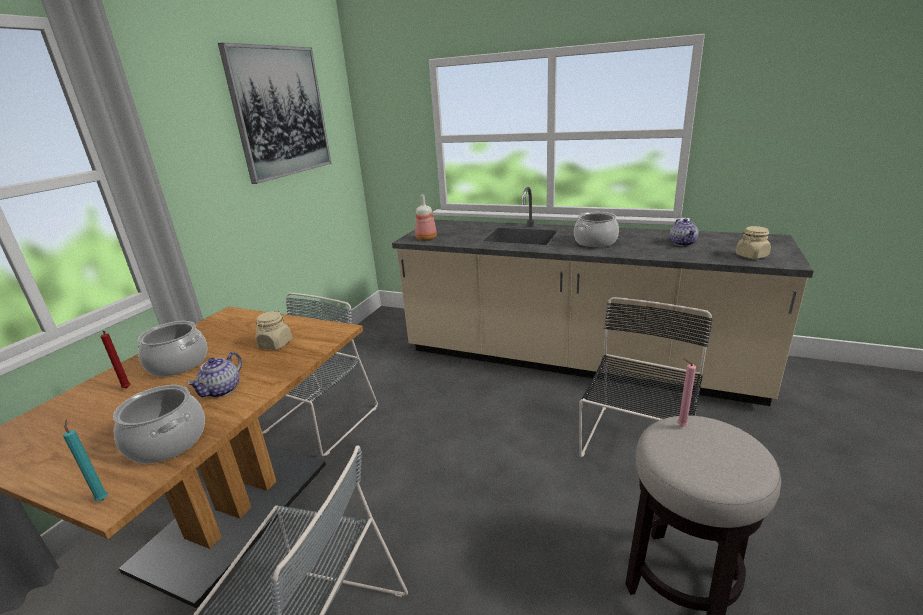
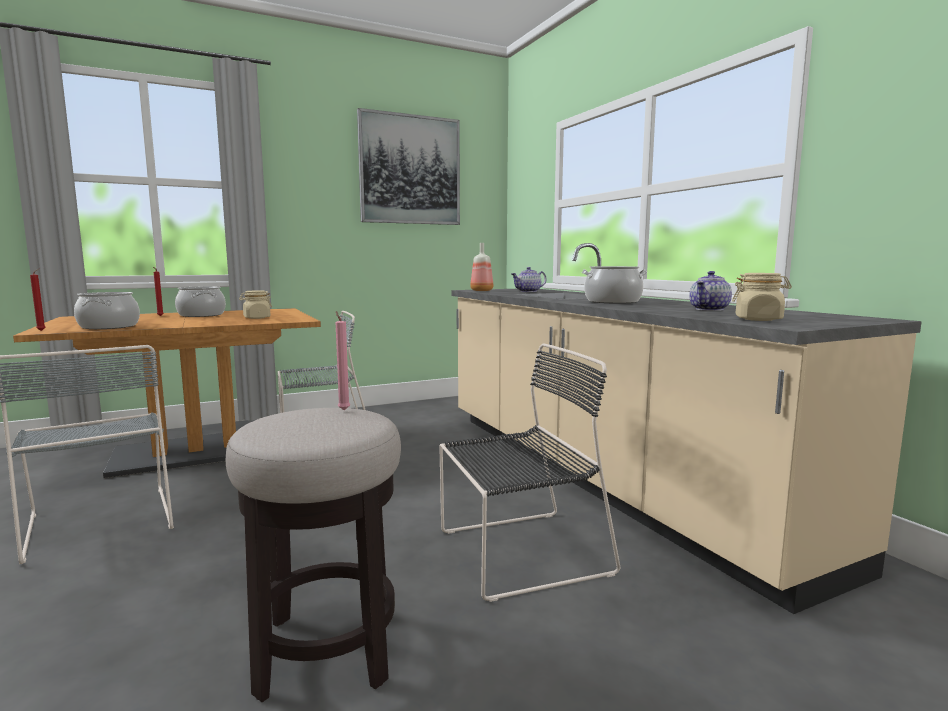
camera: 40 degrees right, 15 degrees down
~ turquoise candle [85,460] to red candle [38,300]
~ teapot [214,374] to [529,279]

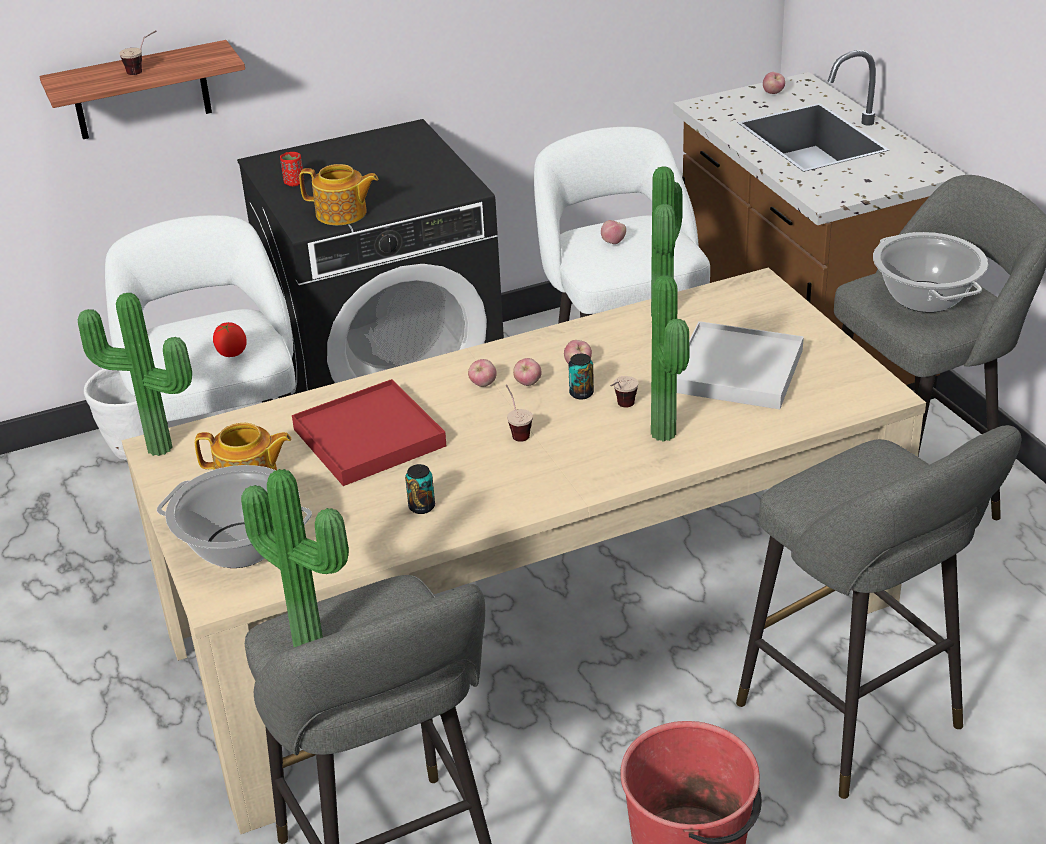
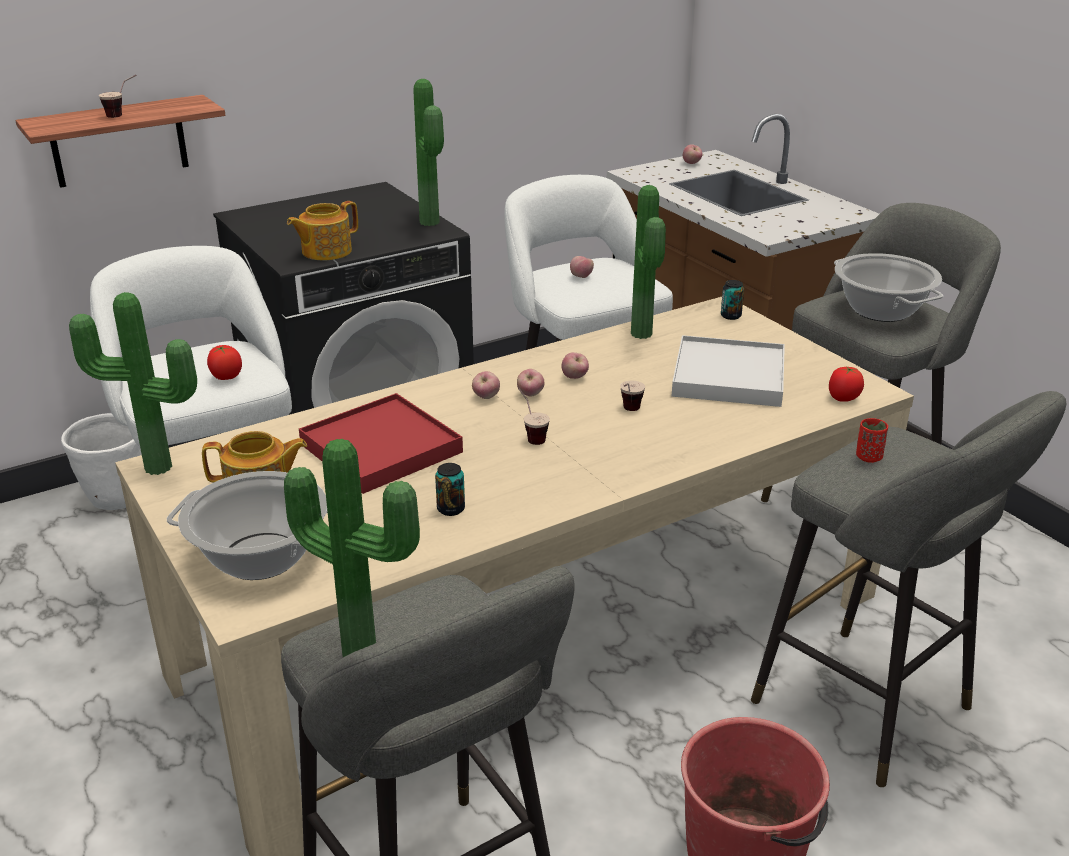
camera: 10 degrees left, 5 degrees down
~ teapot [338,194] = [322,230] 135 degrees clockwise
~ potted plant [670,358] to [428,152]
~ can [581,376] to [732,300]
+ tomato [846,384]
~ red cup [292,169] to [872,440]

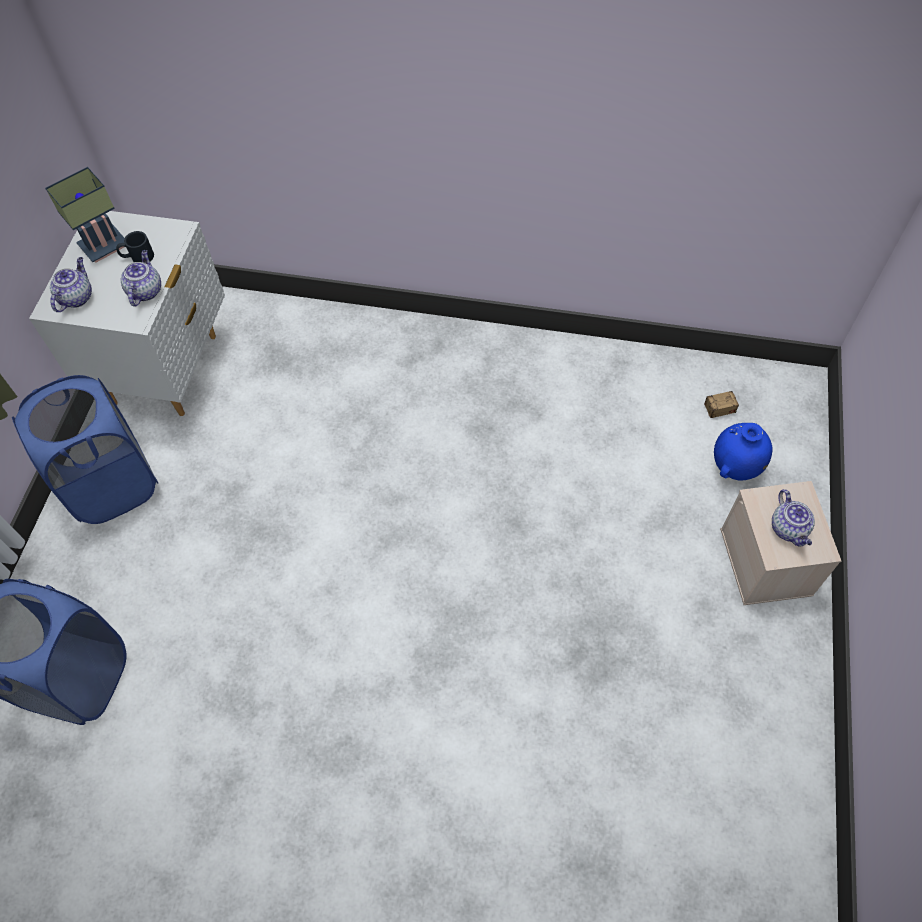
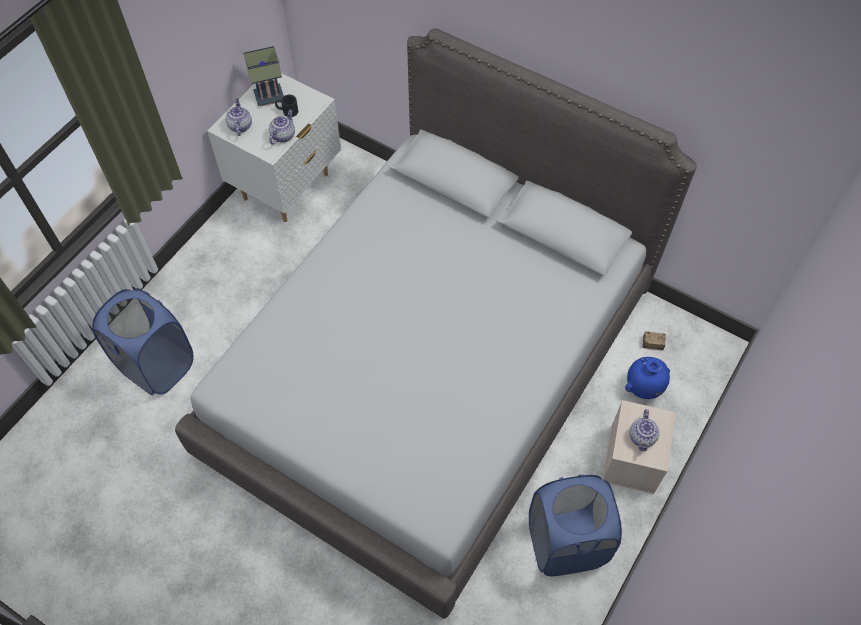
camera: 20 degrees right, 0 degrees up
+ grey bed [436,323]
~ teapot [71,284] = [239,117] 45 degrees counterclockwise
~ blue laundry basket [85,449] to [575,525]

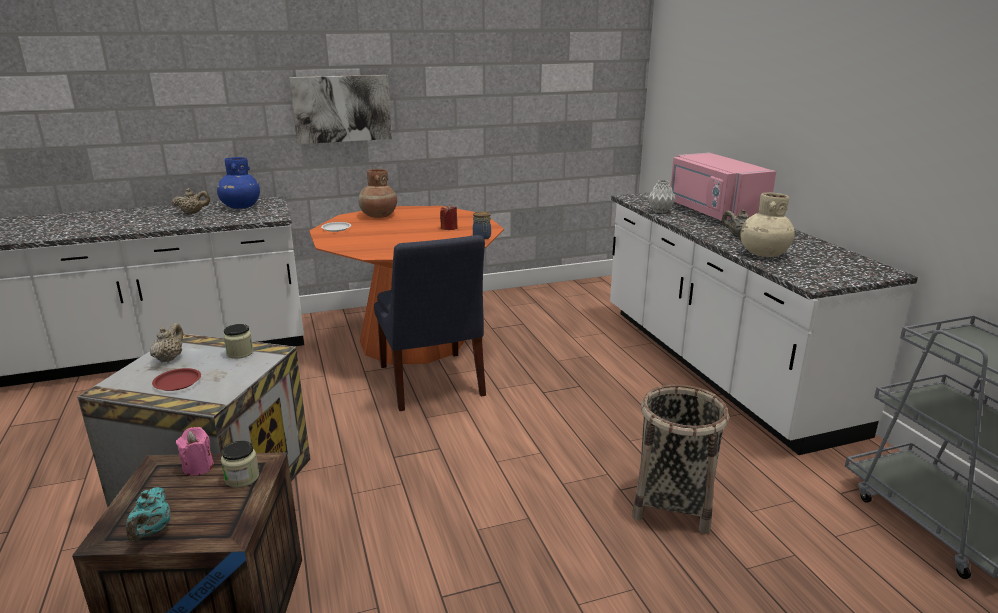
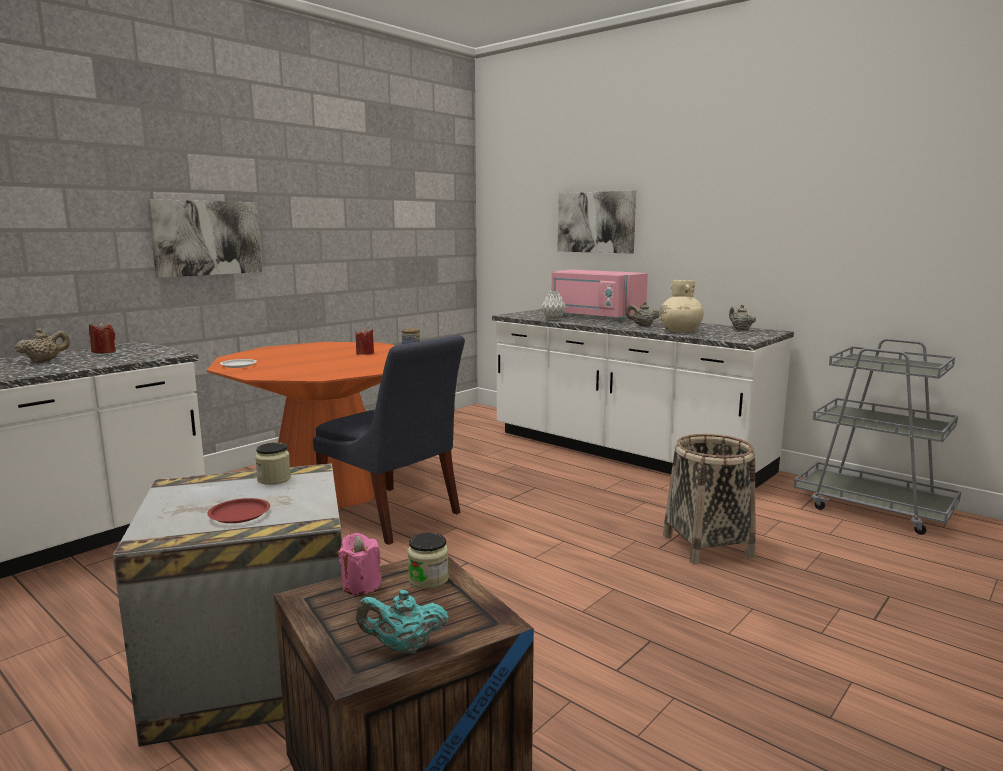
camera: 30 degrees left, 10 degrees down
~ blue vase [238,183] to red candle [102,337]
~ turquoise teapot [148,514] = [402,621] 120 degrees clockwise
+ picture [596,222]
~ beige teapot [166,342] to [742,317]
- brown vase [377,193]

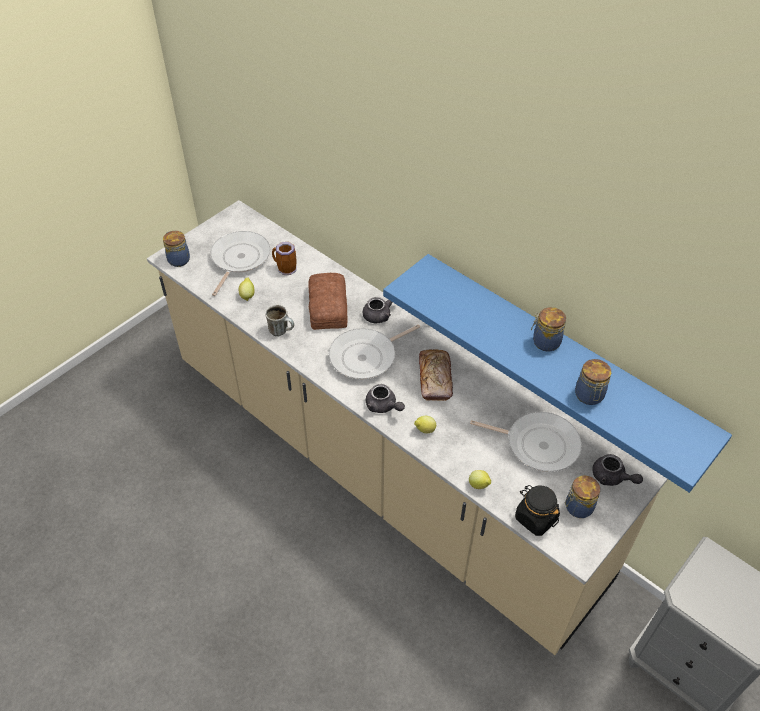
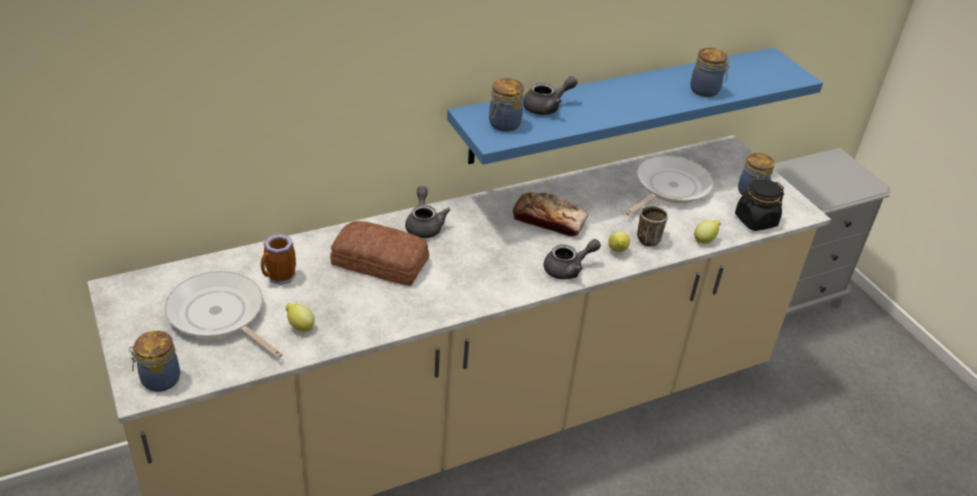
camera: 70 degrees left, 10 degrees down
~ jar [548,329] to [506,105]
~ grey teapot [617,470] to [550,95]
~ mug [279,320] to [652,226]
- frying pan [374,351]

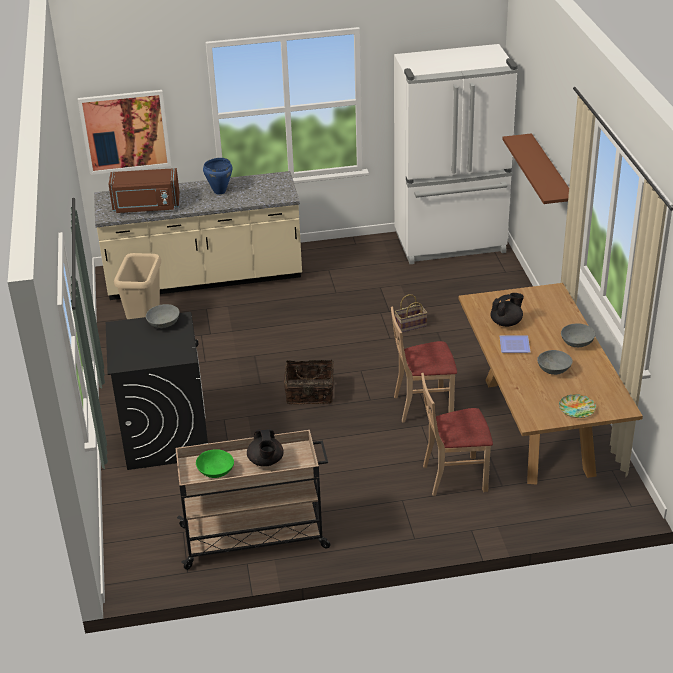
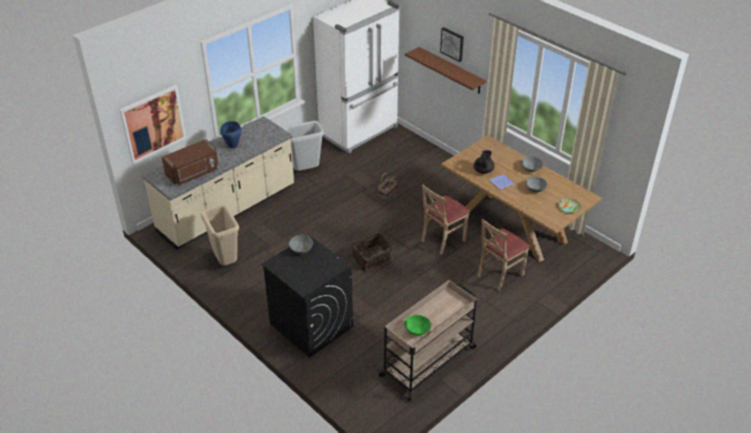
camera: 35 degrees left, 5 degrees up
+ grey trash can [304,146]
+ picture [452,44]
- black teapot [265,448]

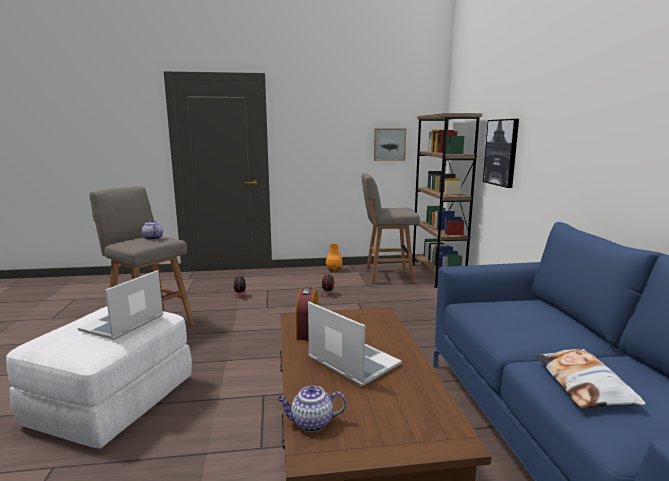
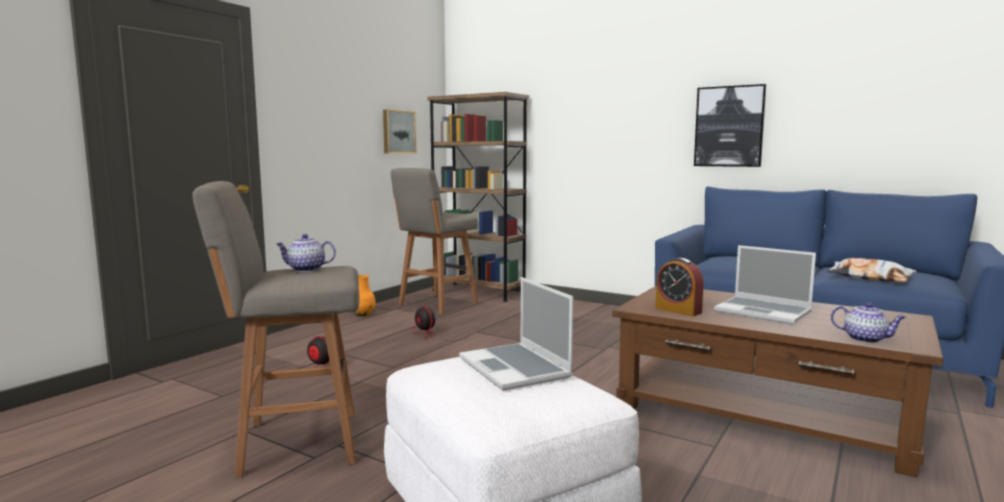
camera: 50 degrees left, 5 degrees down
~ picture [501,153] to [730,125]
~ laptop [355,344] = [765,285] 135 degrees counterclockwise
~ teapot [311,409] = [868,322] 90 degrees counterclockwise

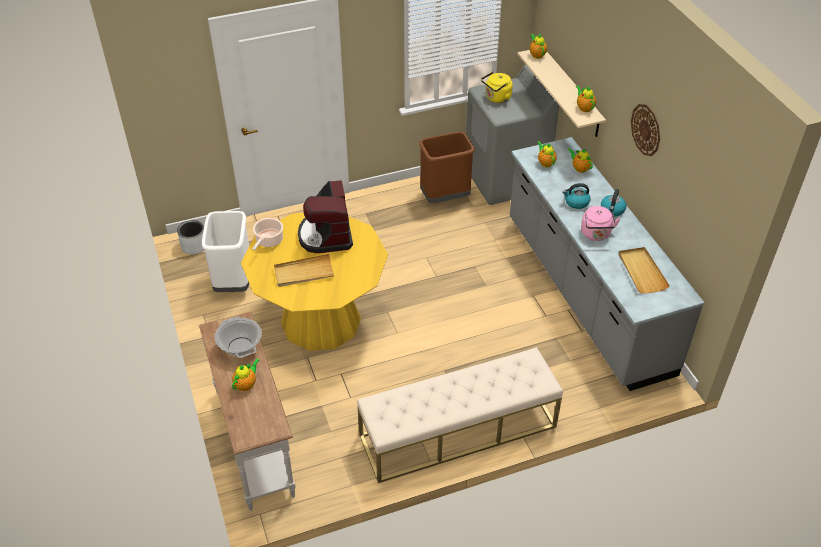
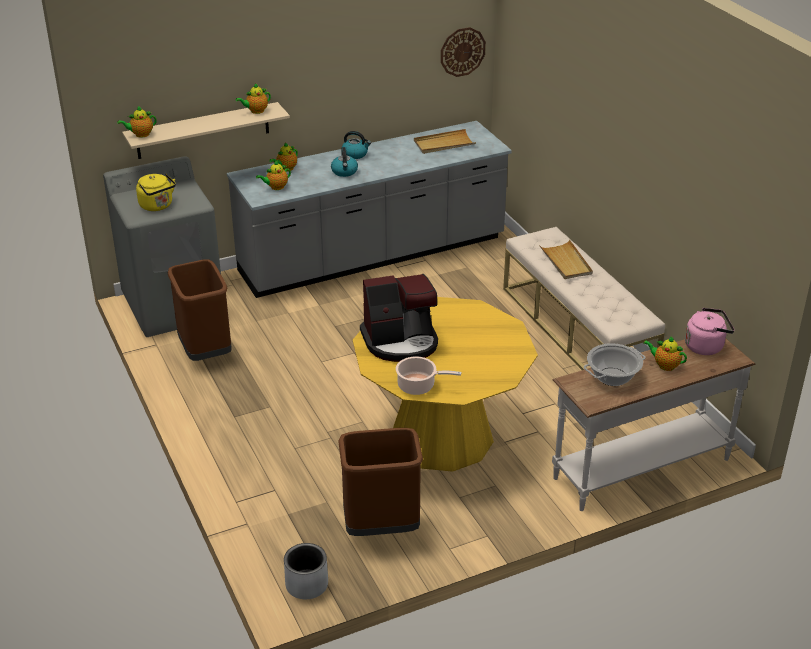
camera: 95 degrees left, 10 degrees down
~ white trash can [225,251] to brown trash can [380,482]
~ wall clock [645,130] to [463,52]
~ beige tray [304,270] to [566,259]
~ pink kettle [600,223] to [710,331]

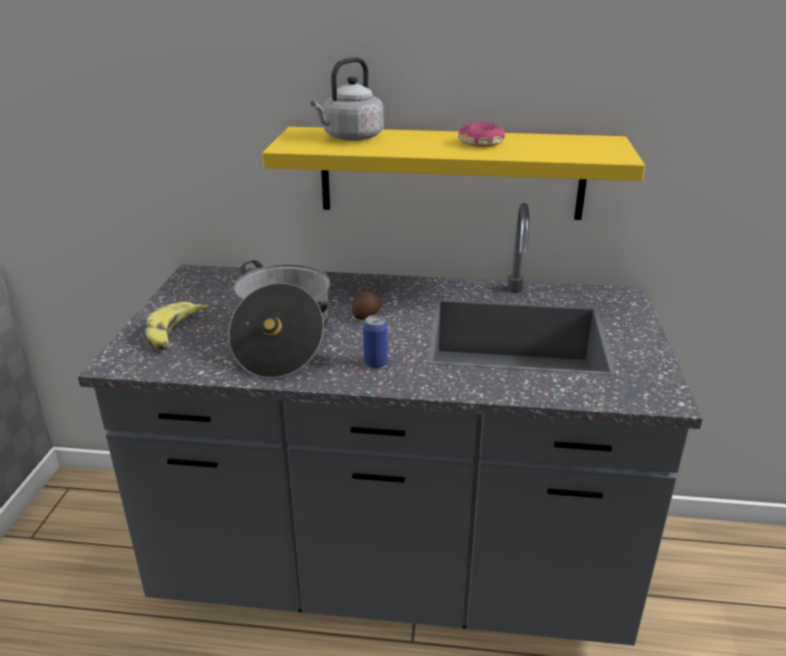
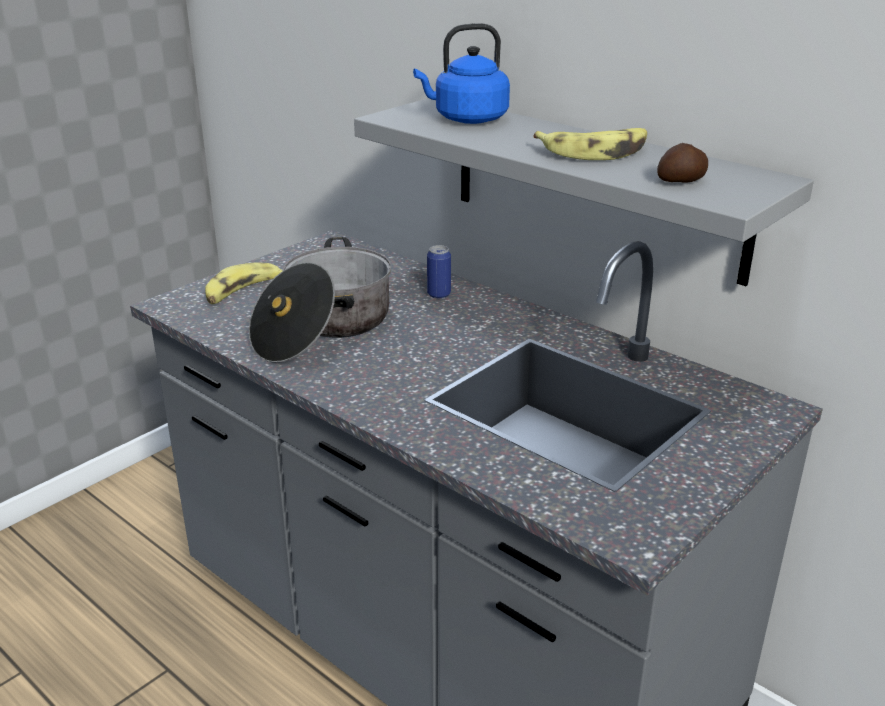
camera: 35 degrees right, 0 degrees up
~ yellow shelf [453,173] to grey shelf [584,192]
~ grey kettle [347,99] to blue kettle [461,73]
~ can [375,341] to [439,272]
~ donut [482,134] to banana [590,144]
~ potato [366,306] to [682,163]

